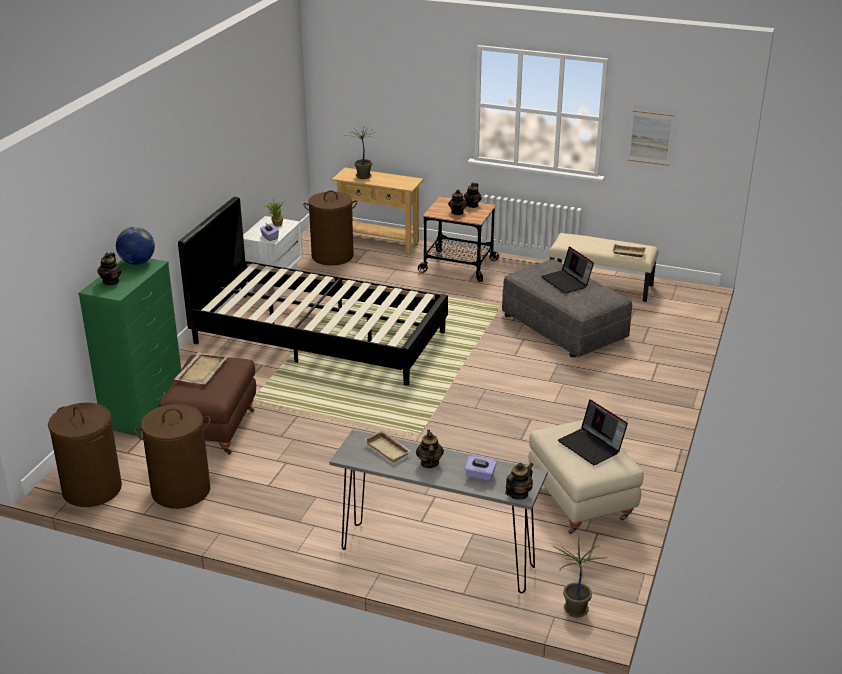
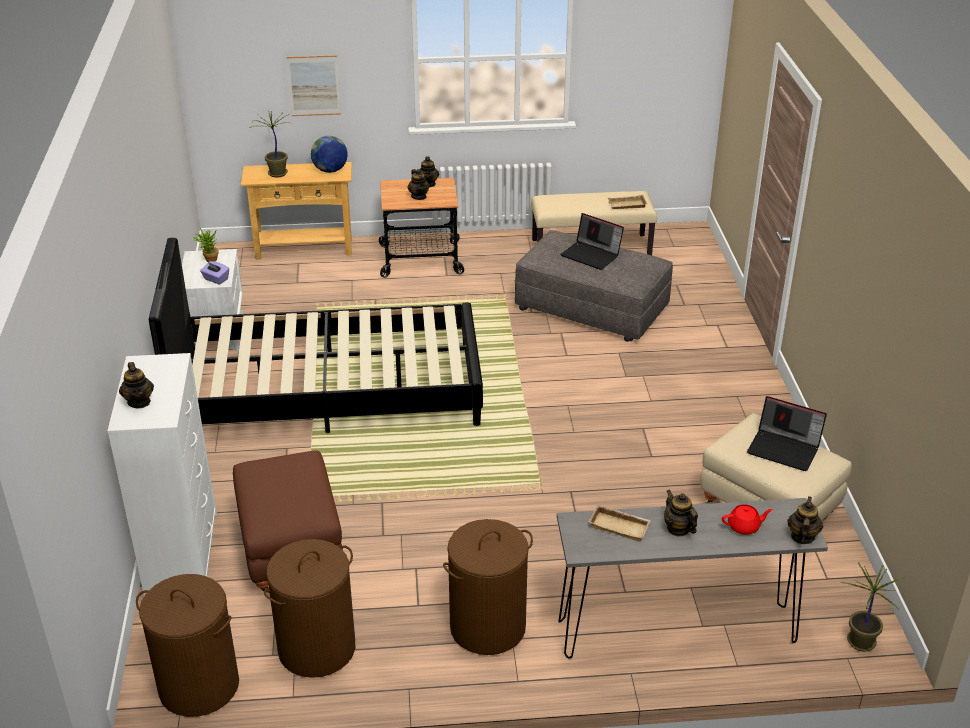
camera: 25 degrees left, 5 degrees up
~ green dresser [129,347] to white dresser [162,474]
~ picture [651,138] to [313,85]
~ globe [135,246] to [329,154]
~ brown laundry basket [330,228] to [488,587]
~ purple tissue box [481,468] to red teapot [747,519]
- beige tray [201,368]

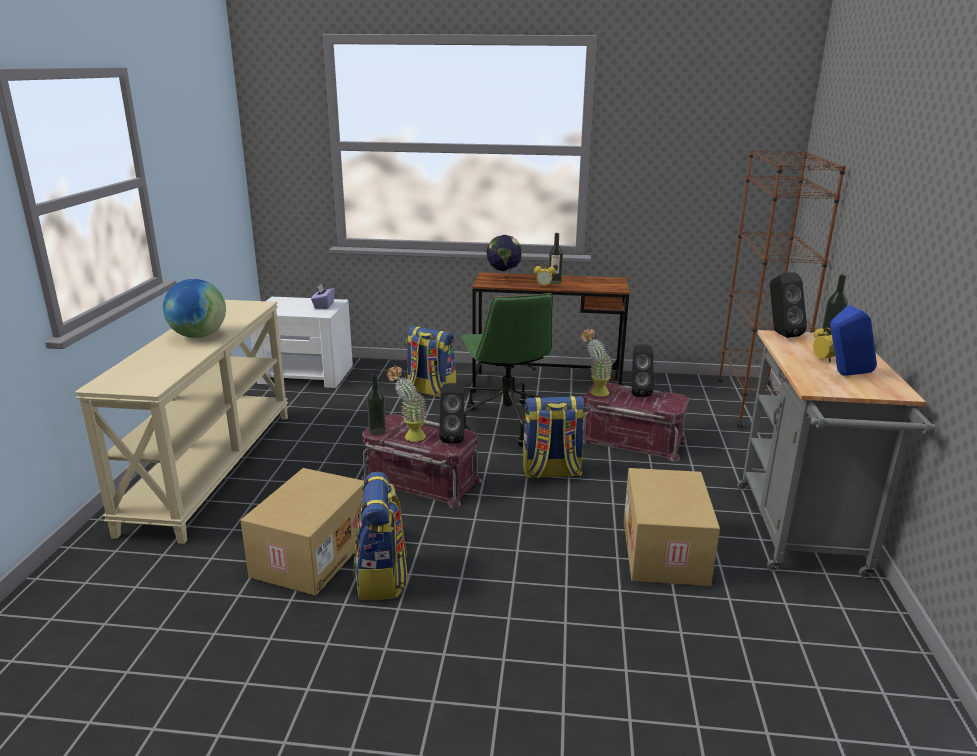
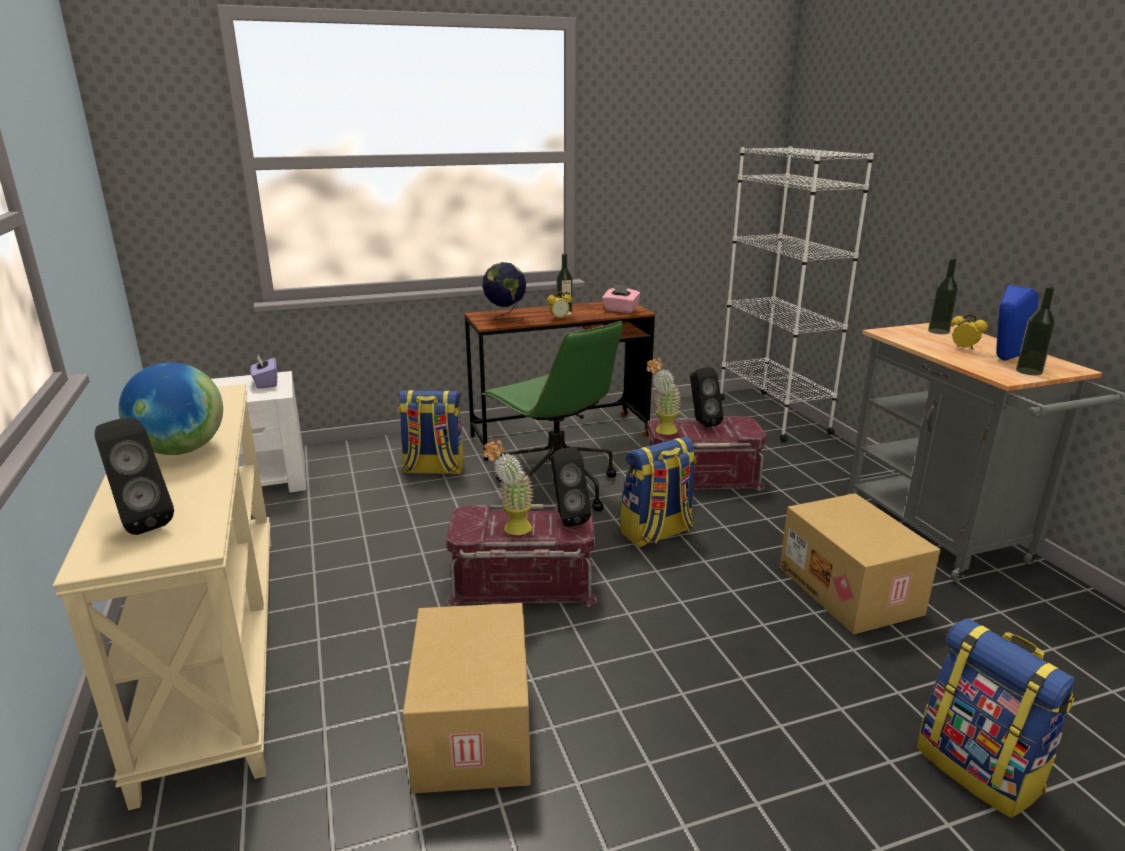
camera: 25 degrees left, 0 degrees up
~ black speaker [788,305] to [134,476]
+ pink tissue box [621,298]
~ brown bookcase [782,289] to white bookcase [797,294]
~ backpack [380,536] to [996,718]
~ bottle [376,405] to [1035,330]

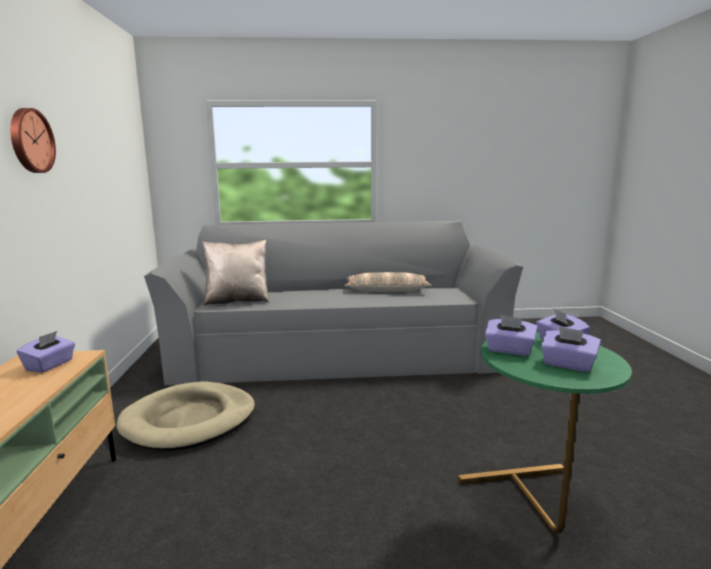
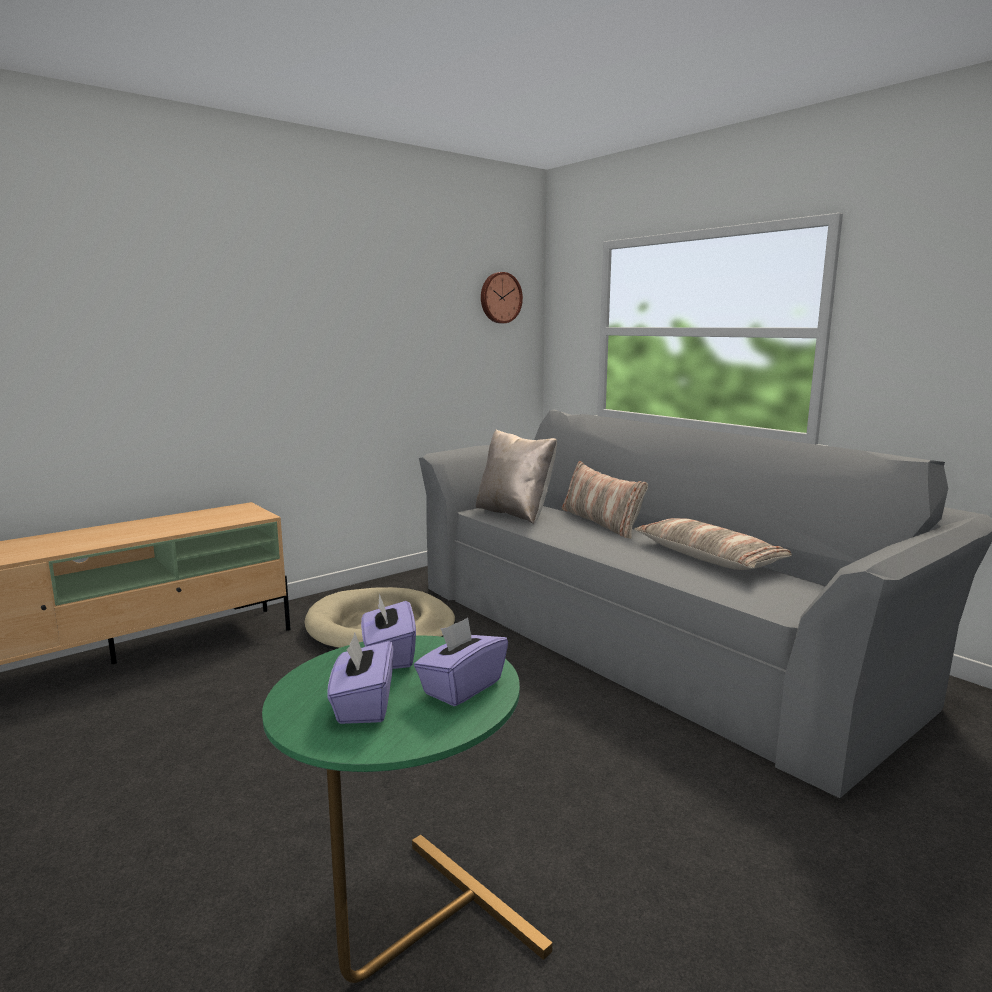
camera: 55 degrees right, 0 degrees up
~ wall clock [33,140] to [502,297]
+ pillow [605,500]
- purple tissue box [46,352]

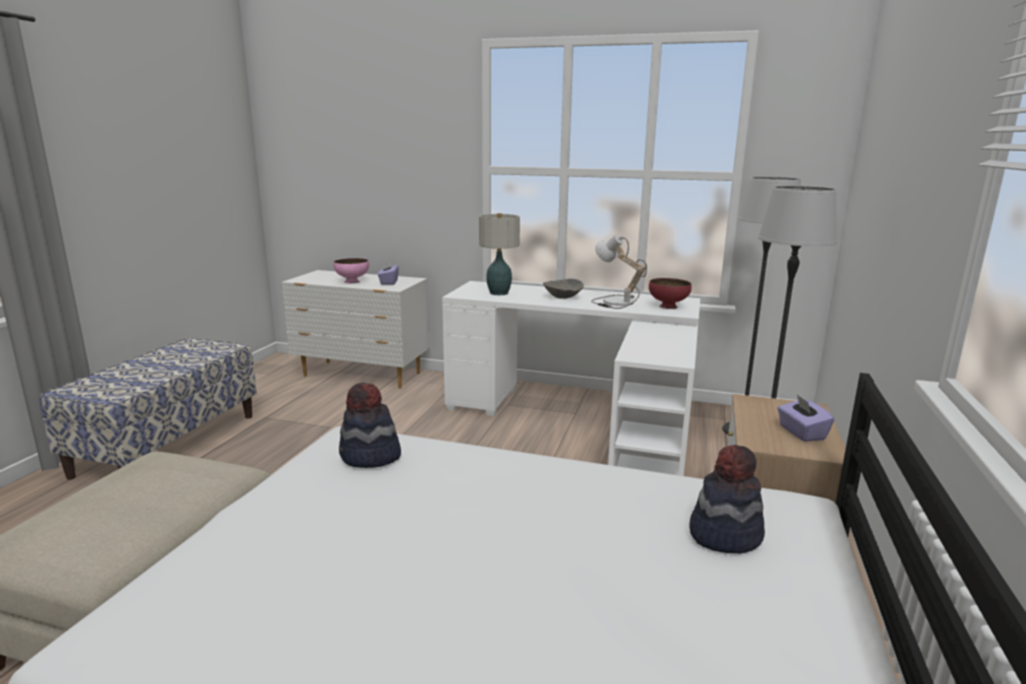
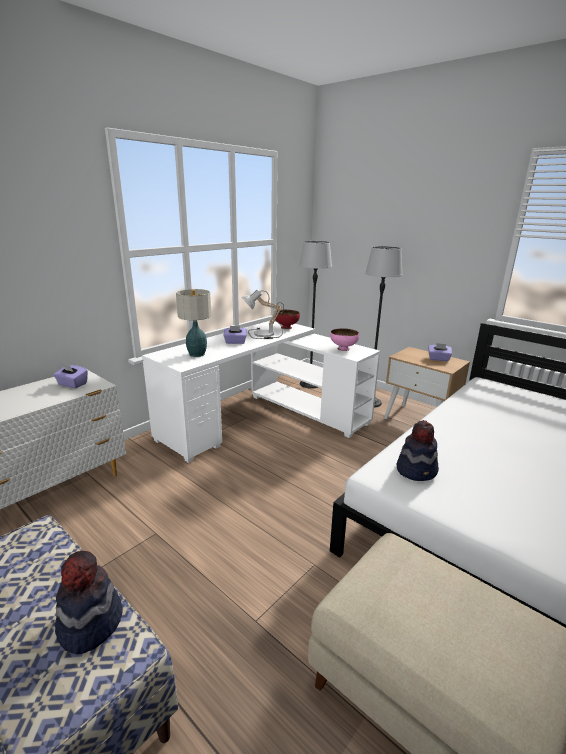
camera: 65 degrees left, 5 degrees up
~ hat [727,499] to [89,602]
~ grey bowl [563,289] to purple tissue box [235,335]
~ pink bowl [351,270] to [344,339]

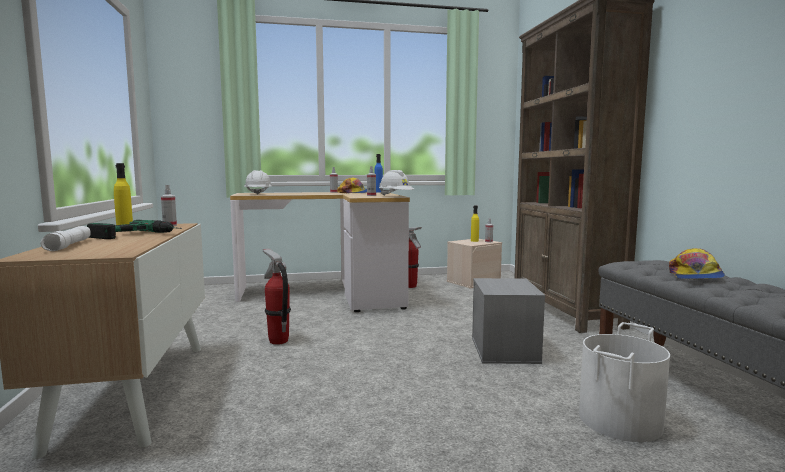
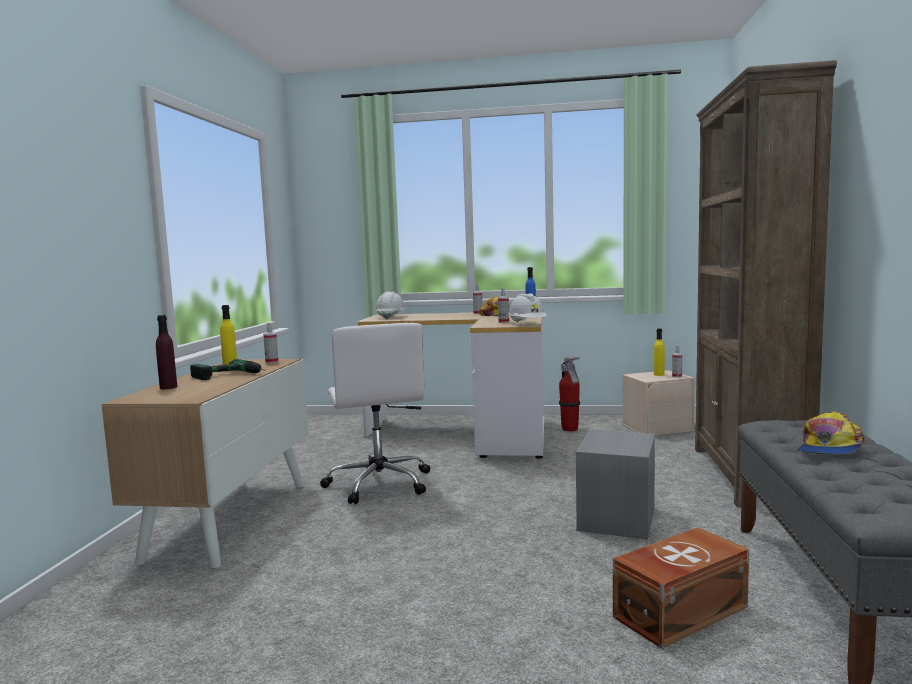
camera: 20 degrees right, 0 degrees up
~ white flashlight [65,238] to purple bottle [166,352]
~ fire extinguisher [277,296] to white office chair [375,413]
~ white bucket [624,382] to brown storage box [681,588]

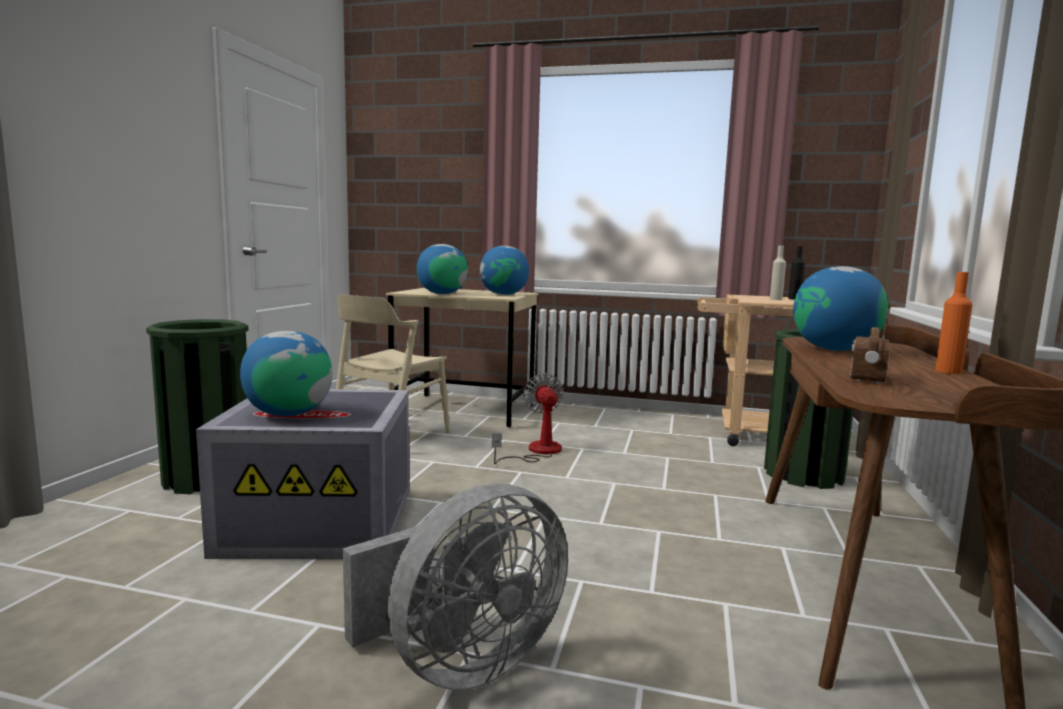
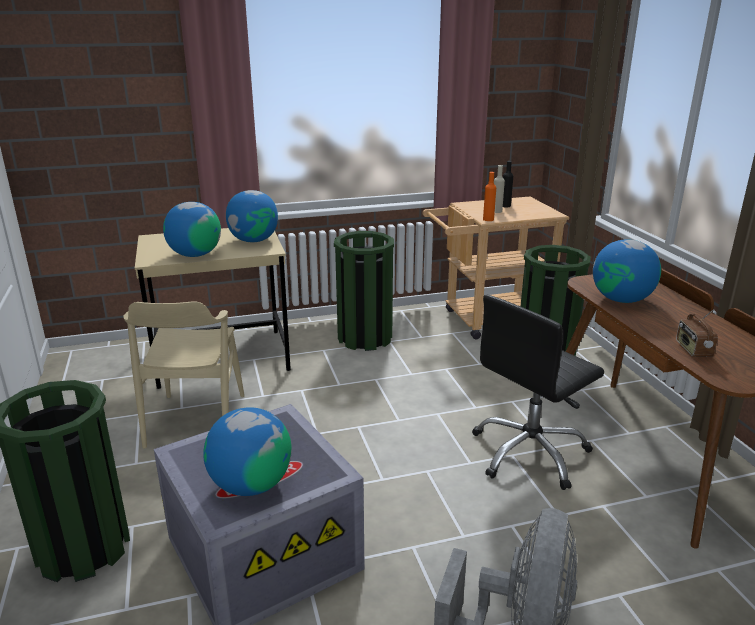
camera: 30 degrees left, 15 degrees up
+ green trash can [364,291]
+ black office chair [538,392]
~ orange bottle [953,323] to [489,196]
- fan [528,418]

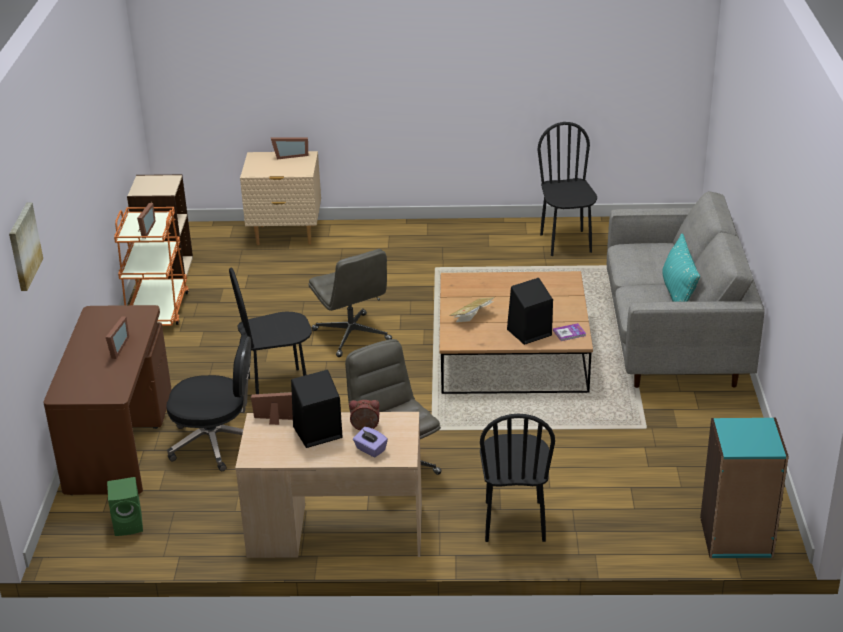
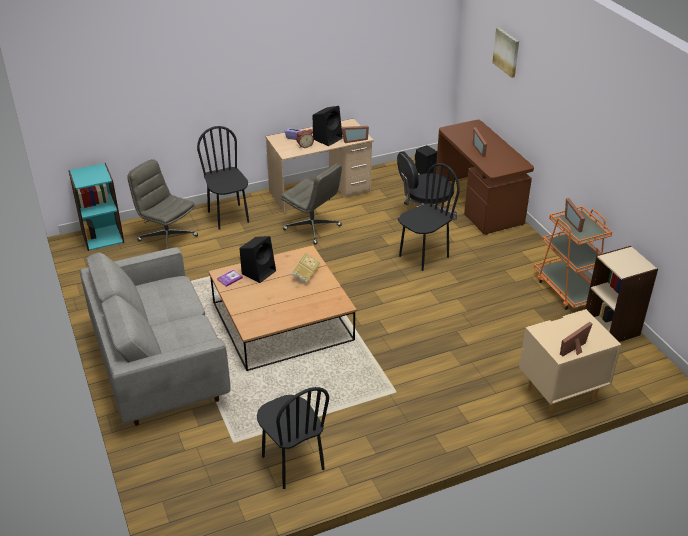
camera: 155 degrees right, 5 degrees up
~ grey office chair [350,303] to [162,204]
~ green speaker [125,506] to black speaker [426,159]
- turquoise pillow [681,268]

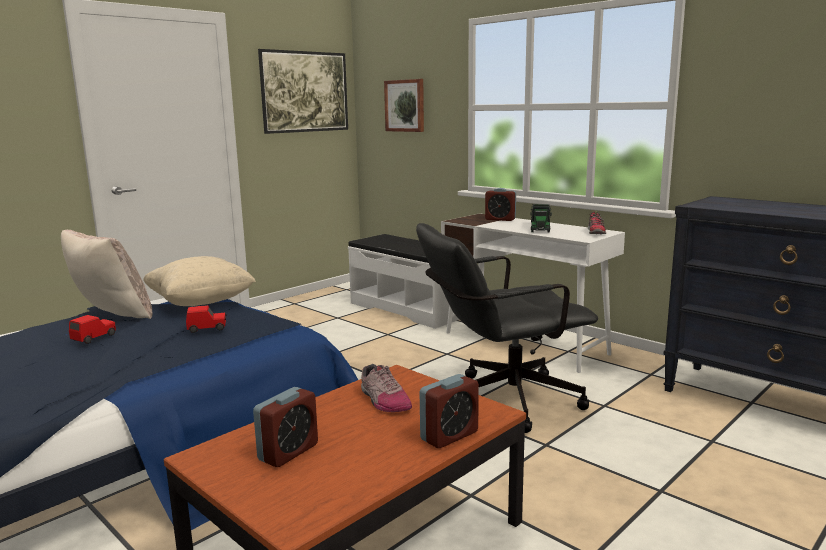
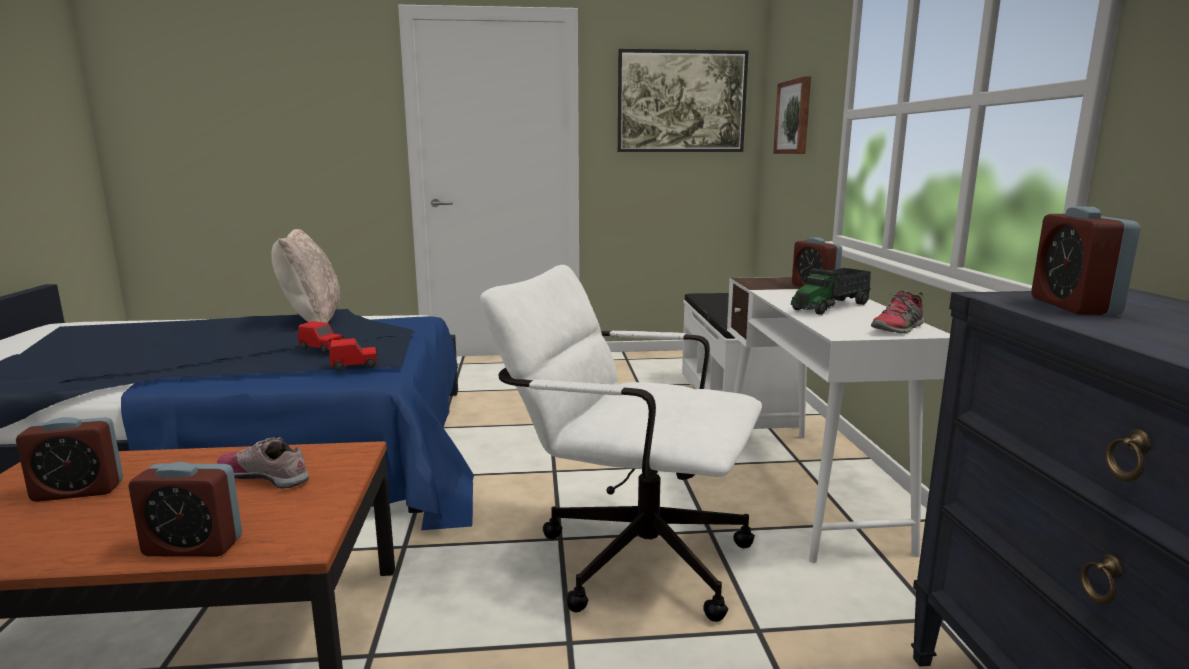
camera: 40 degrees right, 0 degrees up
~ shoe [386,388] = [263,463] 105 degrees clockwise
~ red toy car [92,329] to [354,354]
~ black office chair [507,328] to white office chair [621,443]
+ alarm clock [1086,261]
- beige pillow [199,281]

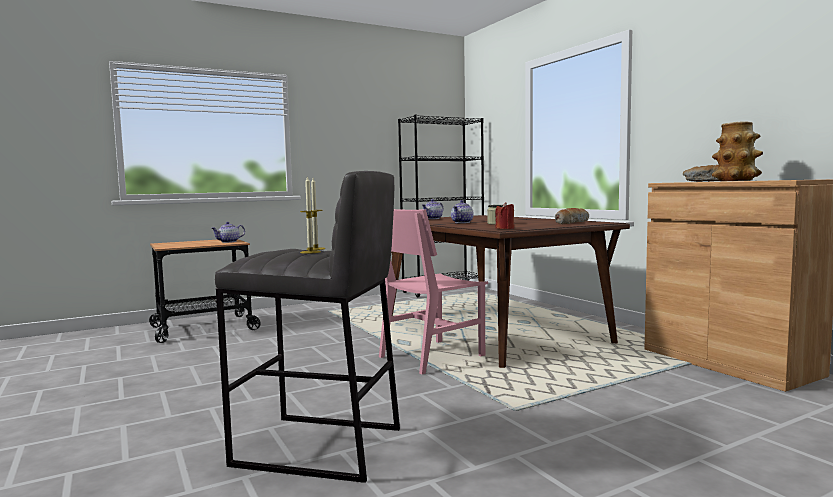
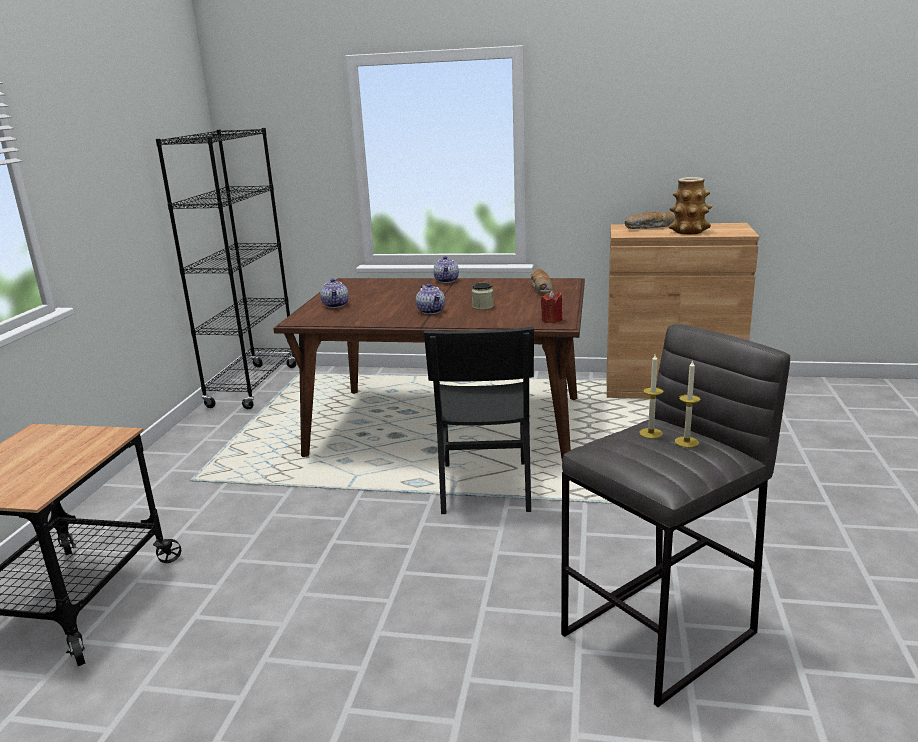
camera: 50 degrees left, 15 degrees up
~ pink chair [433,291] to black chair [479,420]
~ teapot [228,232] to [446,269]

